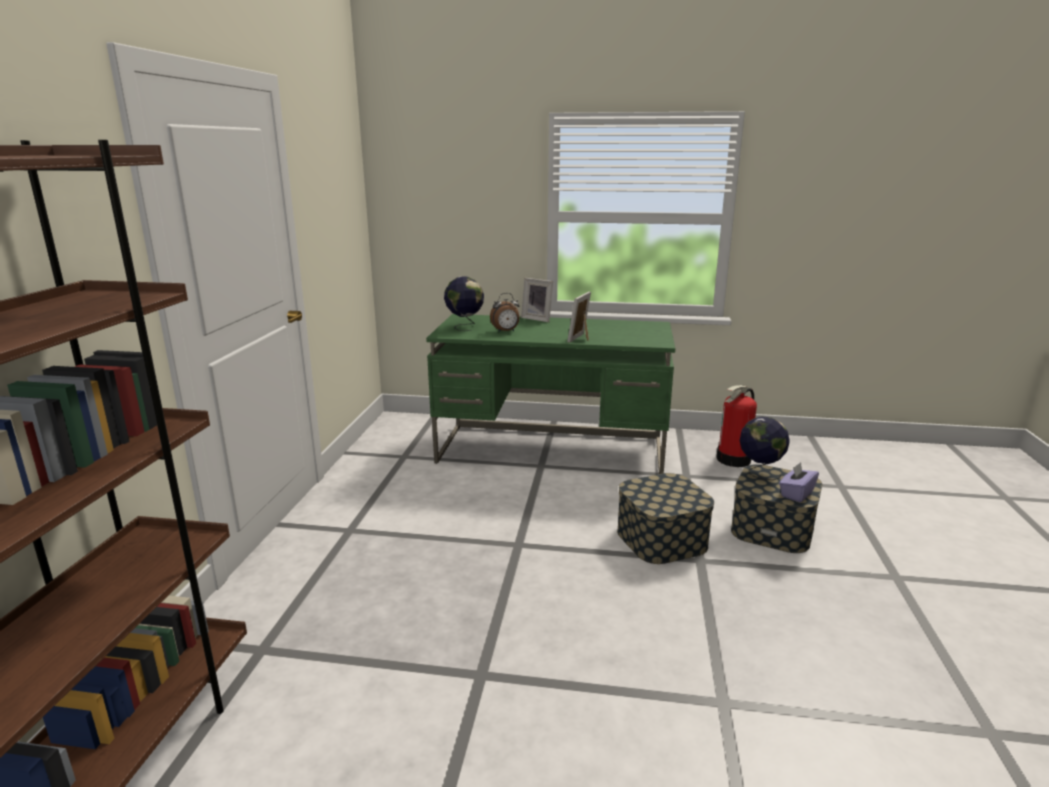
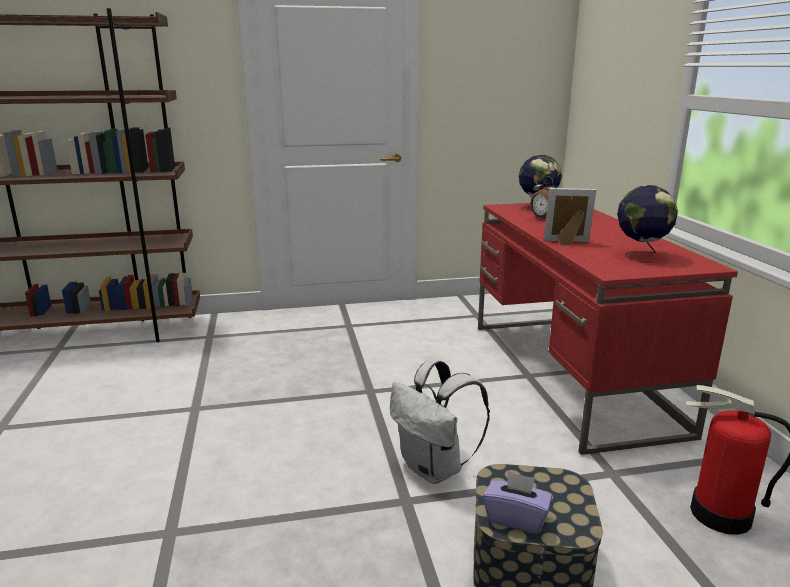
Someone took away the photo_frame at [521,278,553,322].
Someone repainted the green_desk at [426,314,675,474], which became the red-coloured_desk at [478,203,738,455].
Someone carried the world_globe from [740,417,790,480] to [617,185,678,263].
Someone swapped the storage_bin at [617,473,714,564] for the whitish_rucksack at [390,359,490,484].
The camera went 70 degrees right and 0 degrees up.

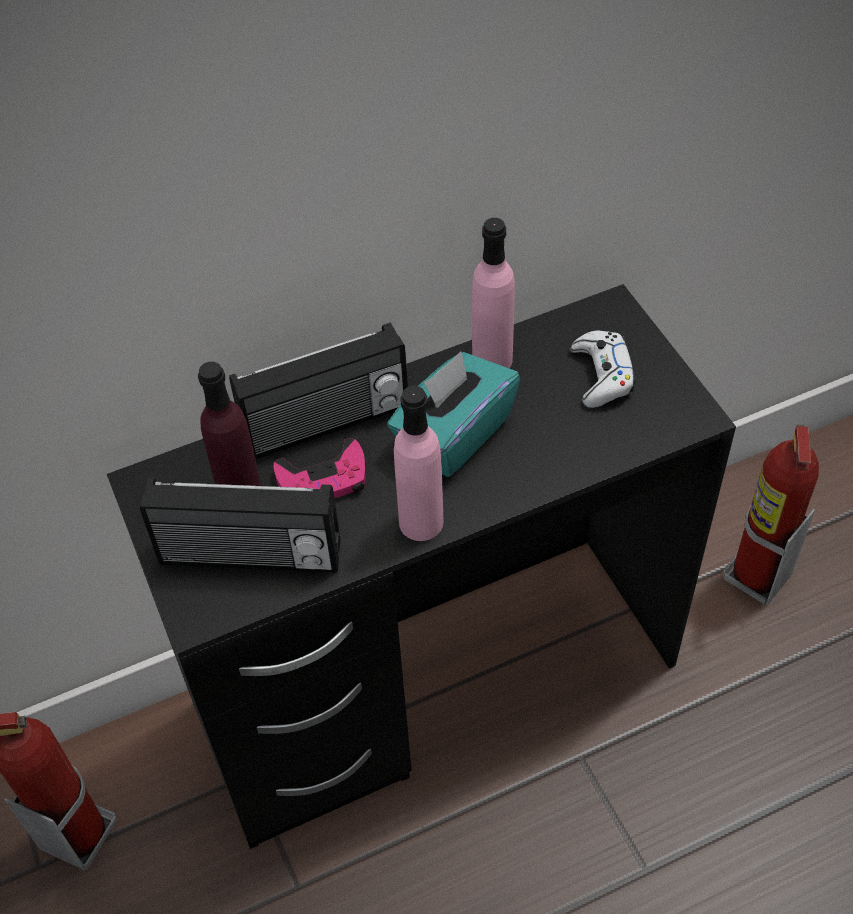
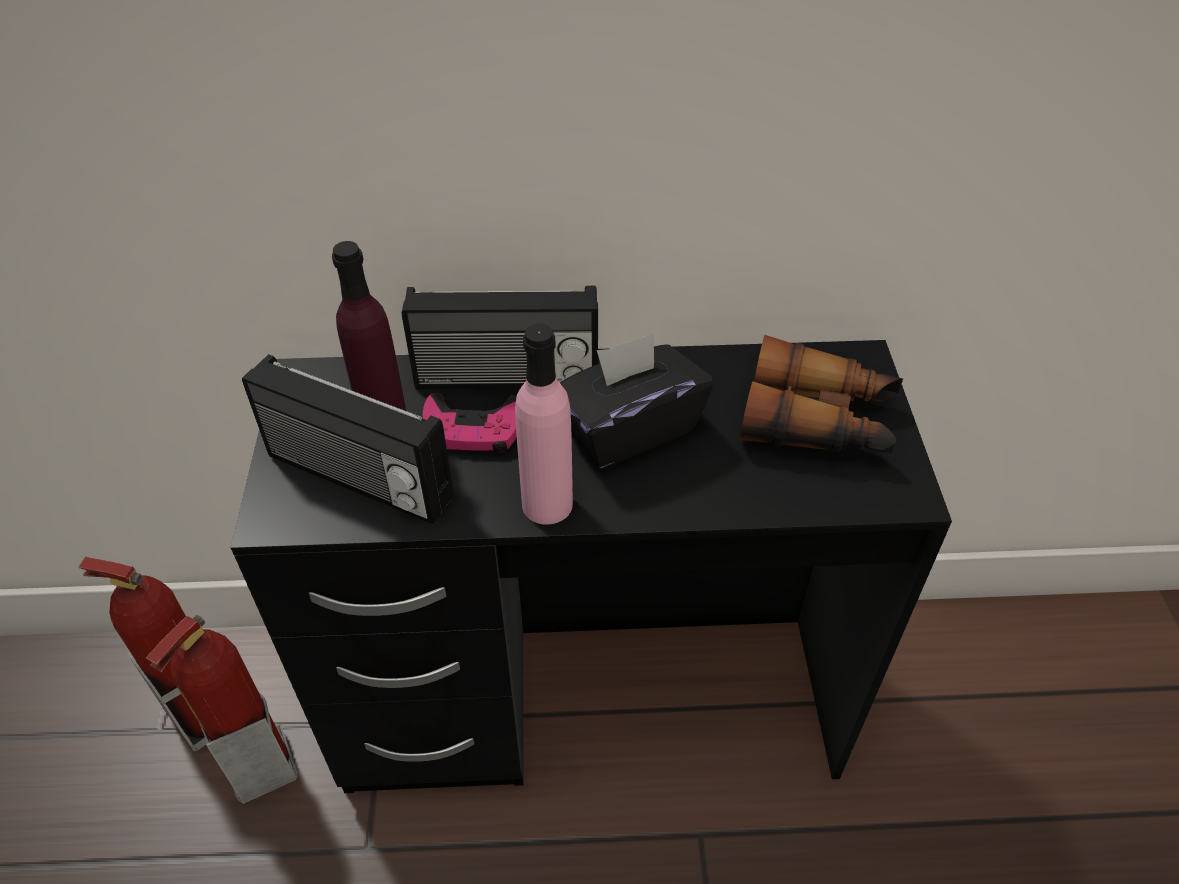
Someone took away the pinkish_beverage_bottle at [472,218,515,368].
Someone swapped the whitish_game_controller at [571,331,635,408] for the field_glasses at [740,335,903,453].
Someone repainted the blue-green_tissue_box at [387,352,520,477], which became the black_tissue_box at [560,333,713,468].
Someone carried the fire_extinguisher from [723,424,819,605] to [146,615,298,804].
The camera went 20 degrees right and 5 degrees down.

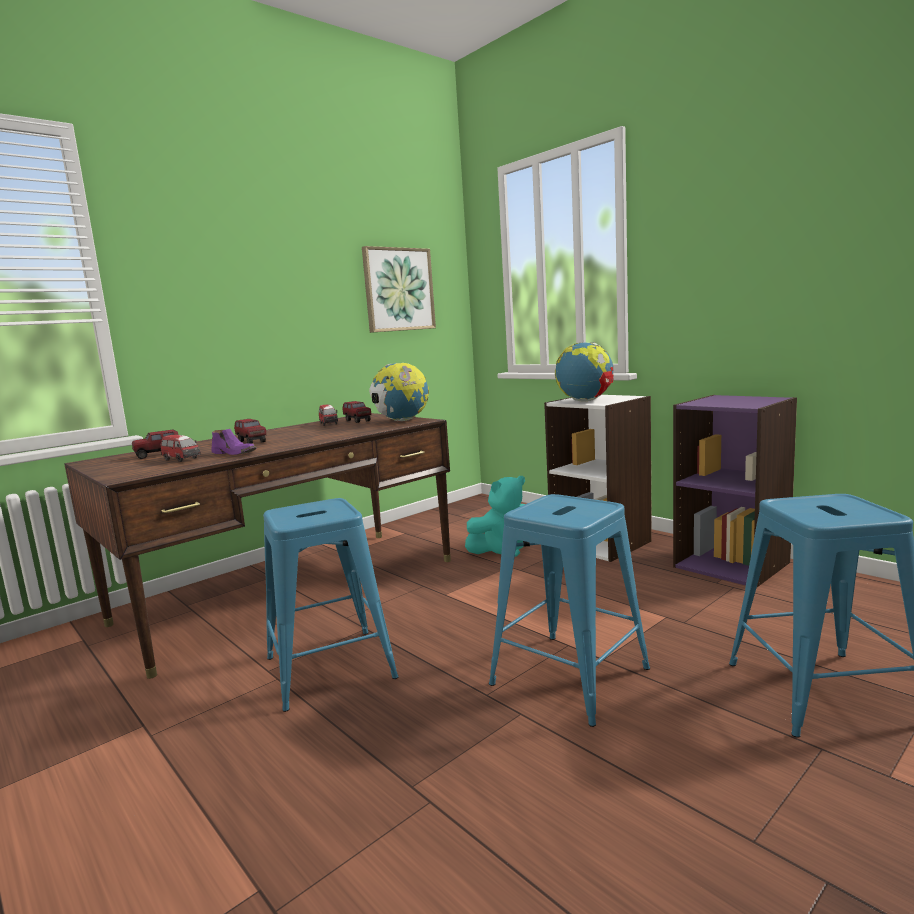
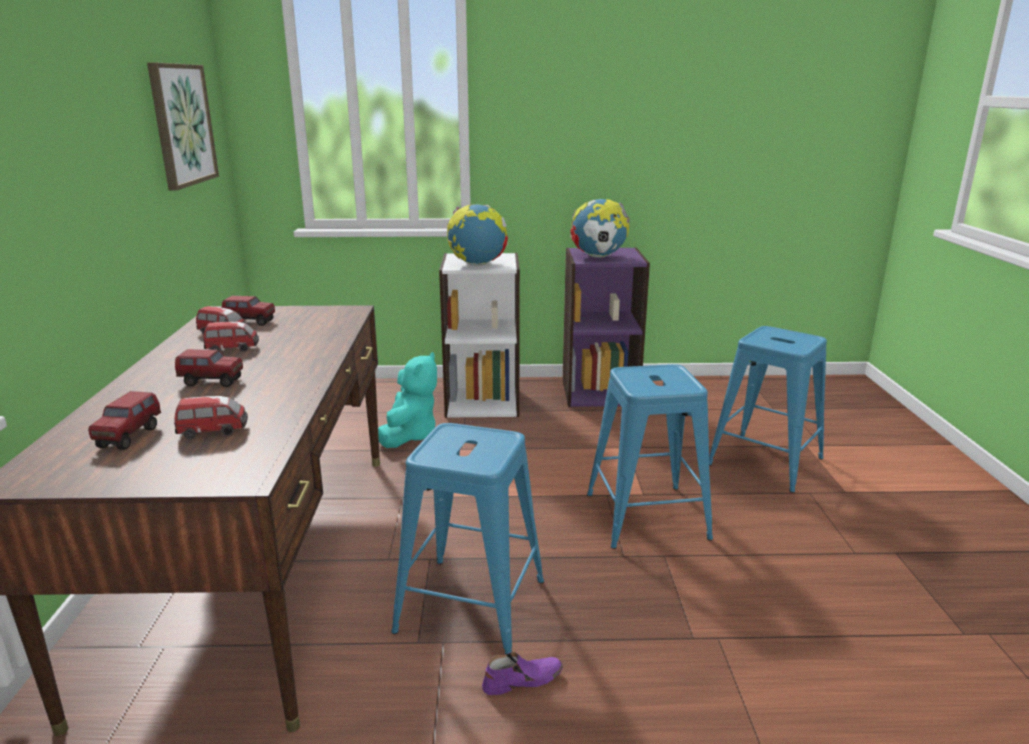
Someone carried the world_globe from [369,363,429,421] to [570,199,630,258].
Someone carried the purple-coloured_item_of_footwear from [212,429,256,455] to [482,652,563,695].
Someone put down the toy_car at [203,322,259,352].
The camera went 50 degrees left and 10 degrees up.

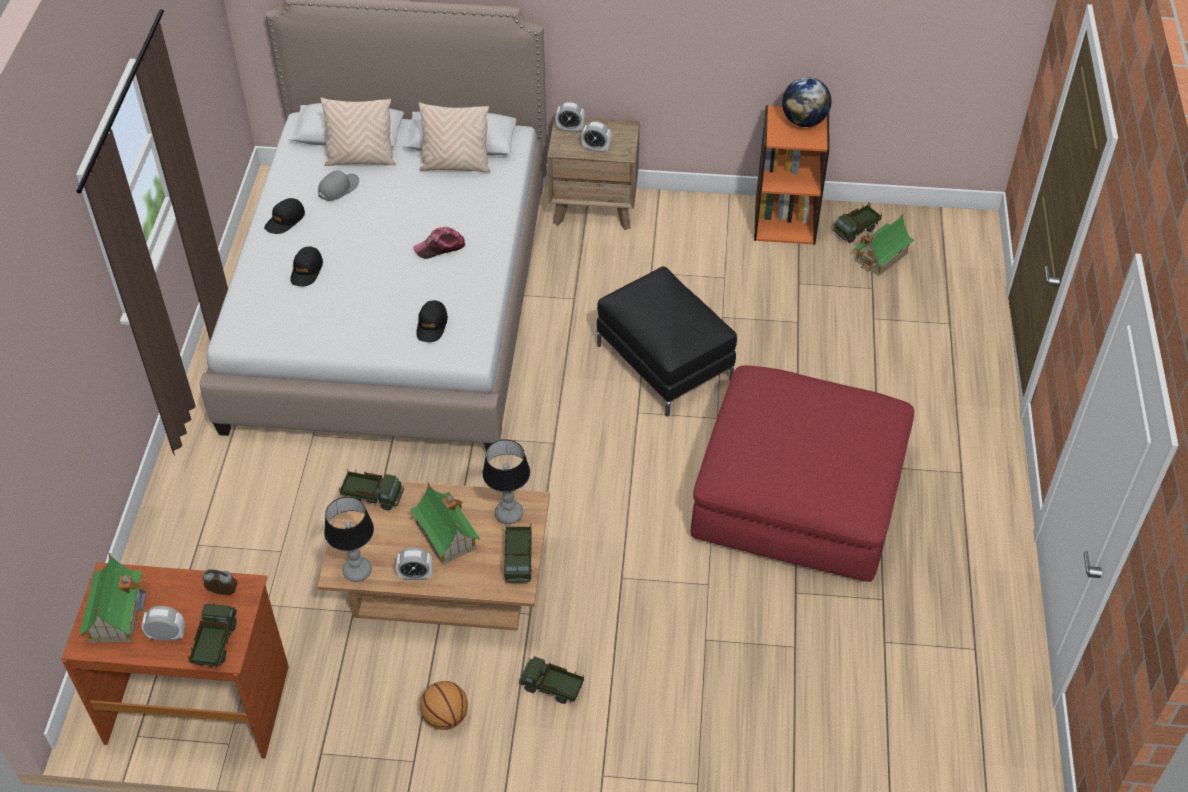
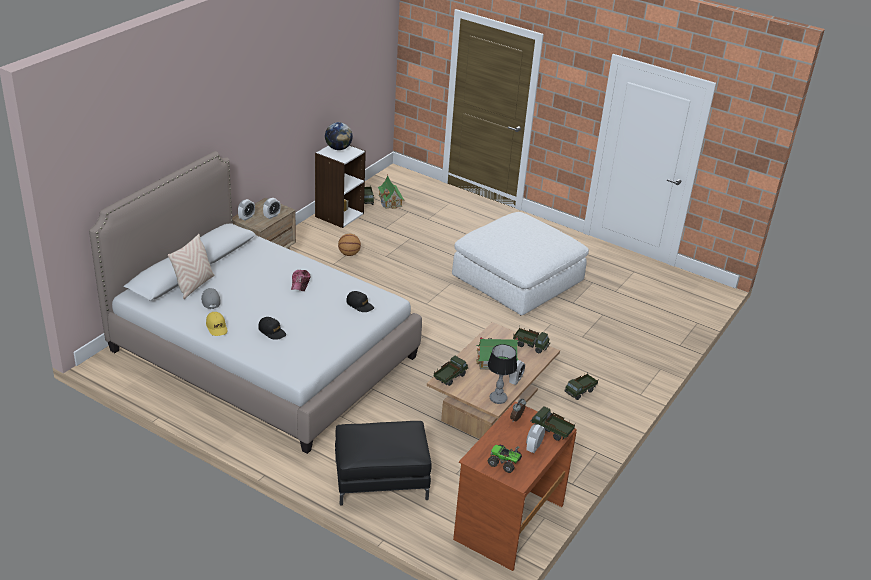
Someone took away the sand-coloured_pillow at [418,102,490,173].
Someone repainted the orange-coloured_bookcase at [754,105,830,245], which became the whitish_bookcase at [315,145,366,228].
Someone repainted the black_baseball_cap at [264,198,305,234], which became the yellow-coloured_baseball_cap at [206,312,227,336].
Someone carried the black_ottoman from [597,266,737,417] to [335,421,431,506].
Someone repainted the red-coloured_ottoman at [691,365,914,582], which became the whitish_ottoman at [452,212,589,316].
Someone took away the tabletop_lamp at [482,440,530,524].
Someone swapped the miniature_house at [79,553,146,643] for the model_truck at [488,445,522,473].
Someone carried the basketball from [420,681,468,730] to [338,234,361,256].
The camera went 65 degrees left and 15 degrees down.

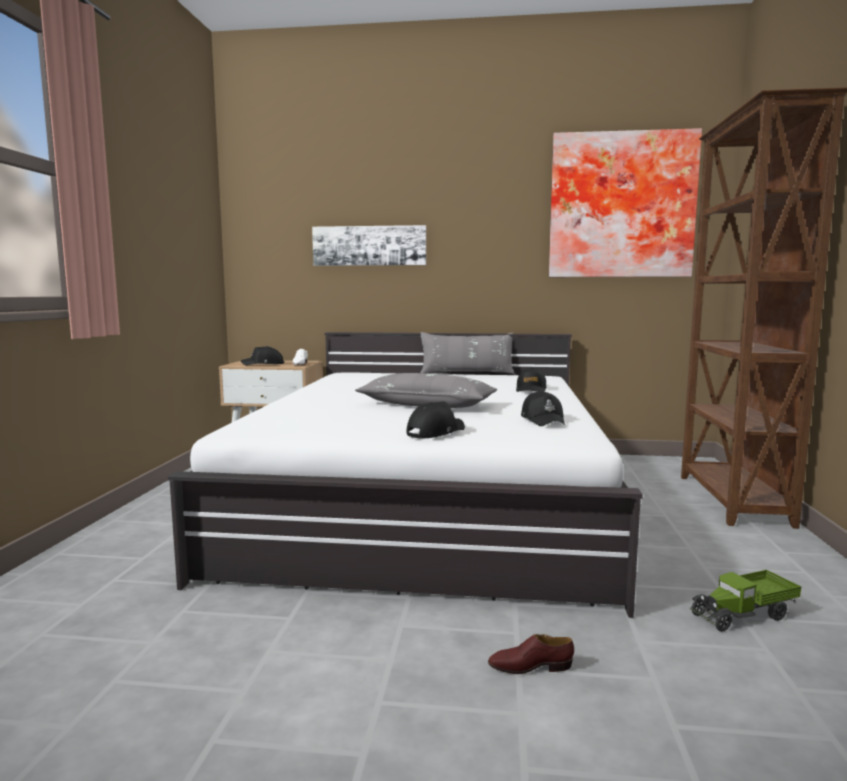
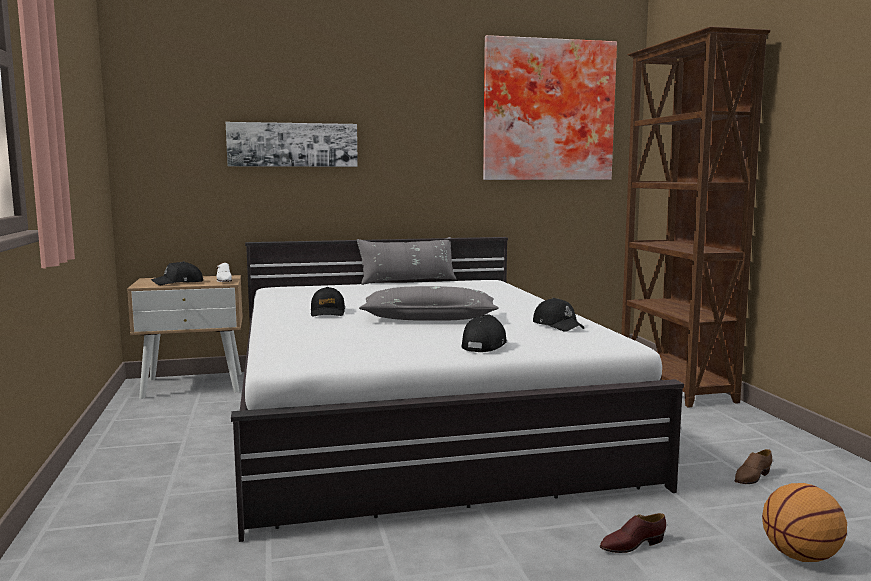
Someone carried the black_baseball_cap from [516,367,546,392] to [311,287,345,316].
Someone swapped the model_truck at [690,570,801,632] for the brownish_item_of_footwear at [735,449,772,484].
Someone put down the basketball at [762,483,847,562].
The camera went 20 degrees left and 0 degrees up.

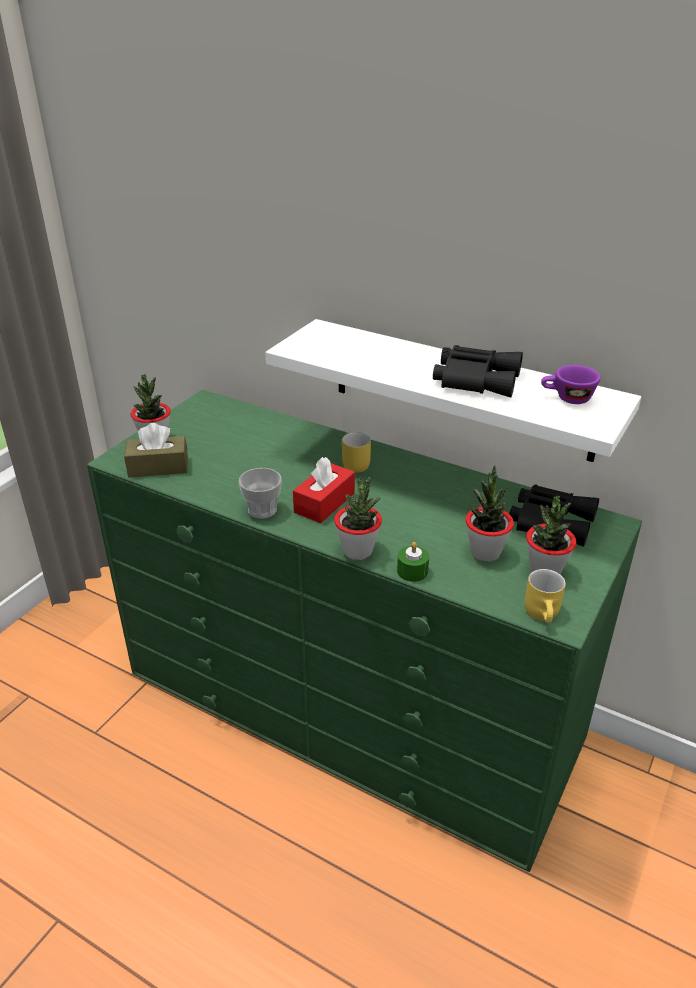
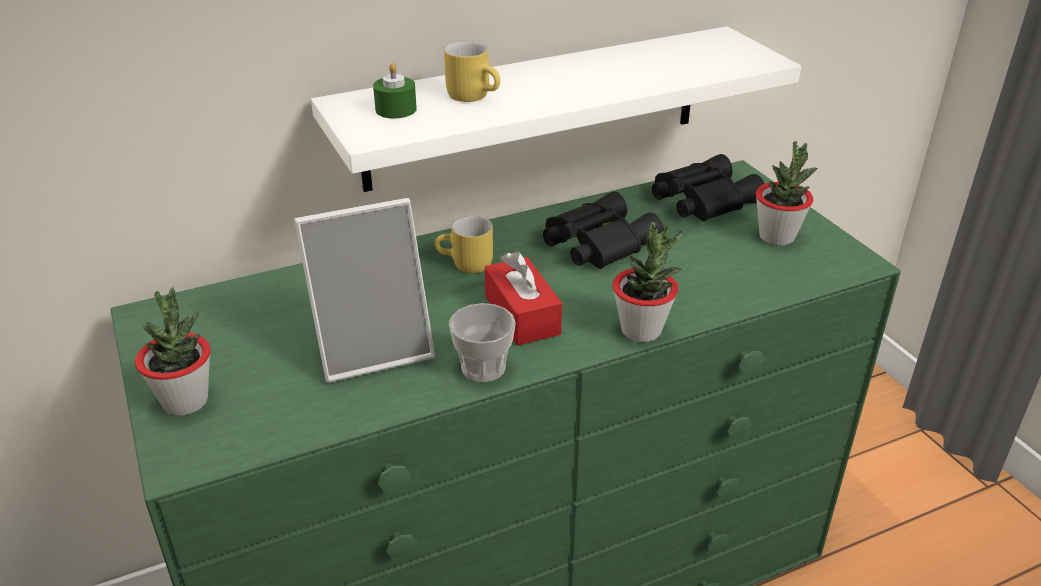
Someone carried the black_field_glasses from [433,345,523,397] to [543,191,664,269].
Someone took away the purple-coloured_cup at [541,365,600,404].
Someone took away the brownish_tissue_box at [124,423,188,477].
Someone took away the houseplant at [465,465,514,562].
Someone carried the green_wax_candle from [397,542,429,582] to [373,62,417,118].
Someone carried the yellow-coloured_coffee_mug from [525,569,566,623] to [444,41,500,102].
Someone put down the photo_frame at [294,198,435,383].
The camera went 55 degrees left and 0 degrees up.

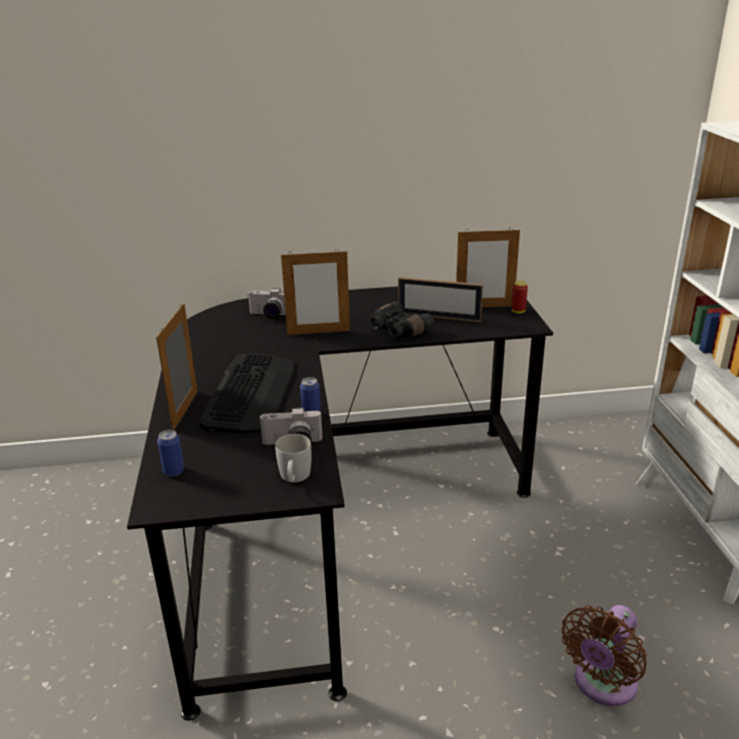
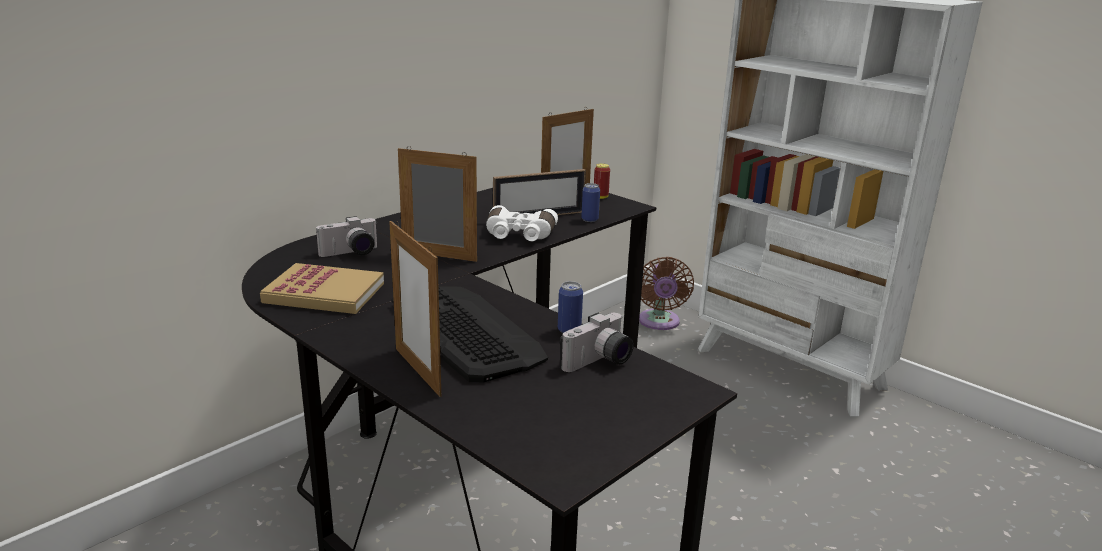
Someone rotated the photo_frame at [281,249,350,335] by 120 degrees counterclockwise.
Someone repainted the black_field_glasses at [370,301,435,338], which became the whitish_field_glasses at [486,205,558,241].
Someone carried the sealed_can from [157,430,184,476] to [581,183,600,222].
Someone took away the whitish_coffee_mug at [275,434,311,483].
Someone carried the brownish_fan from [561,605,647,706] to [639,257,694,330].
Someone put down the bound_book at [260,263,384,314].
The camera went 40 degrees left and 5 degrees down.

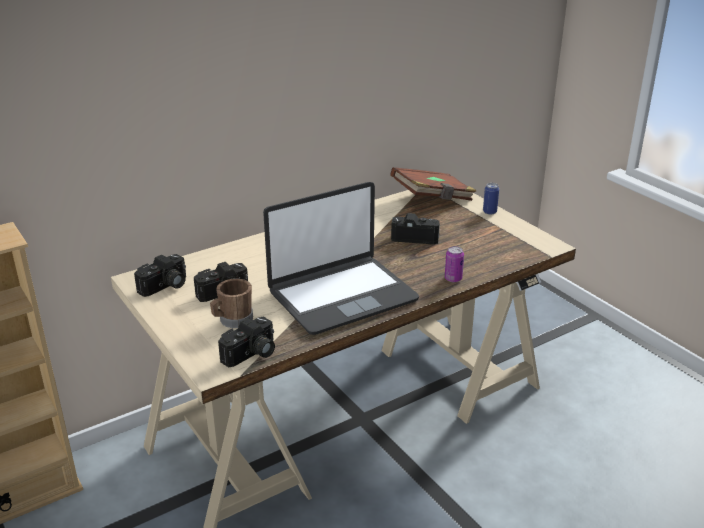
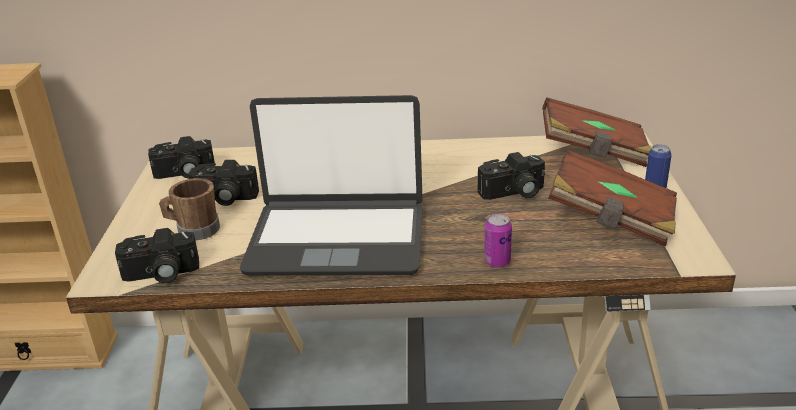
Someone rotated the still_camera at [391,213,440,244] by 120 degrees clockwise.
Someone put down the brownish_bound_book at [549,149,677,246].
The camera went 35 degrees right and 0 degrees up.

